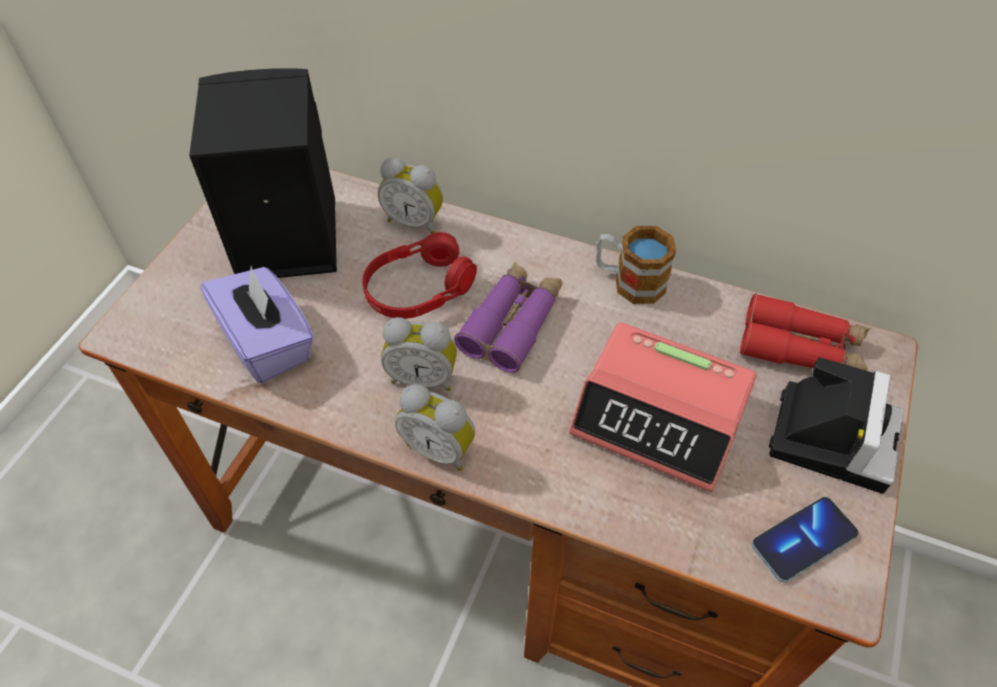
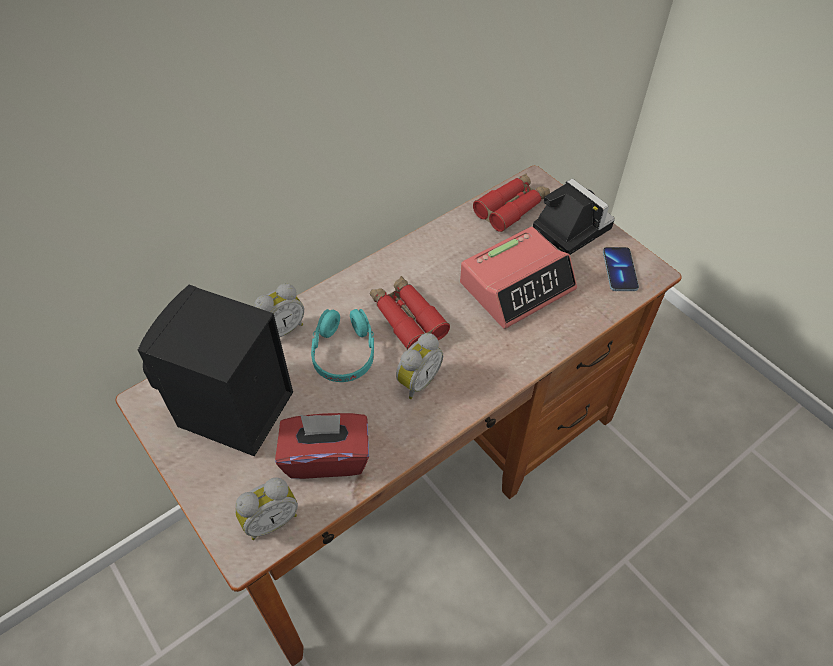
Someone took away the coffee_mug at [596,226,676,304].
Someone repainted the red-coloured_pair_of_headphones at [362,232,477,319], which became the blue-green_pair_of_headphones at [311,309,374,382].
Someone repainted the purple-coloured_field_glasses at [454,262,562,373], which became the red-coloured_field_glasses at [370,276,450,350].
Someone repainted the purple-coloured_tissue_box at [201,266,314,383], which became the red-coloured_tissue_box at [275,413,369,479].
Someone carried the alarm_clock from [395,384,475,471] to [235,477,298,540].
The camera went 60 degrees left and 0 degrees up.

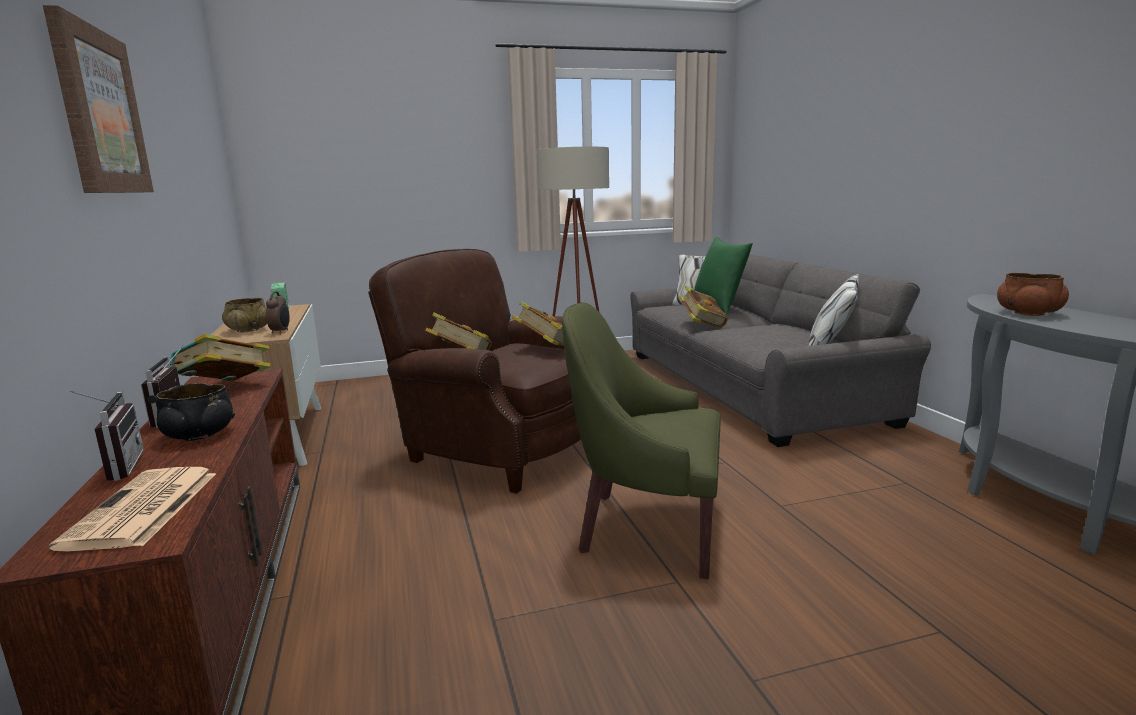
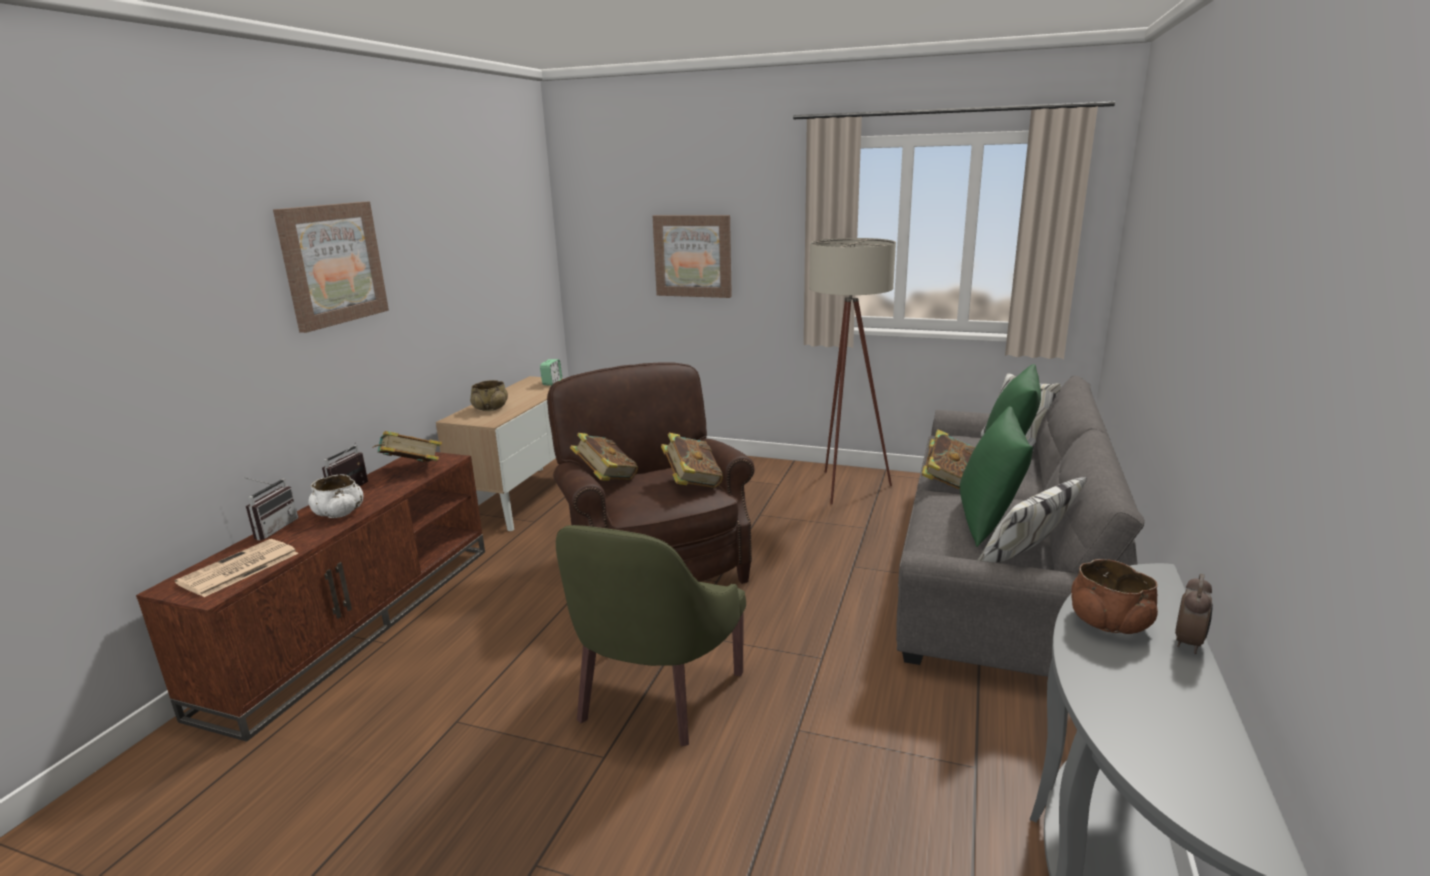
Someone carried the alarm_clock from [266,291,290,334] to [1175,574,1213,654].
Someone rotated the green_easy_chair at [562,303,720,579] by 120 degrees counterclockwise.
Someone repainted the black_deep_dish at [156,383,235,441], which became the whitish_deep_dish at [309,475,363,518].
Someone put up the picture at [653,215,732,298].
Someone put down the green_pillow at [960,406,1033,547].
The camera went 35 degrees right and 5 degrees up.

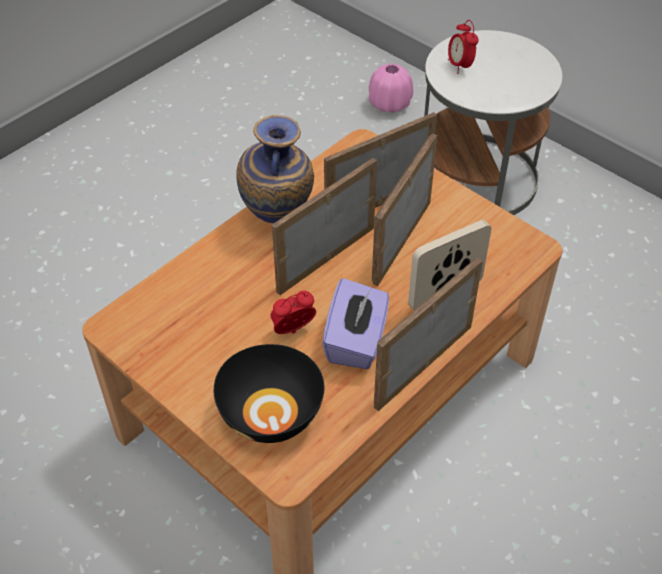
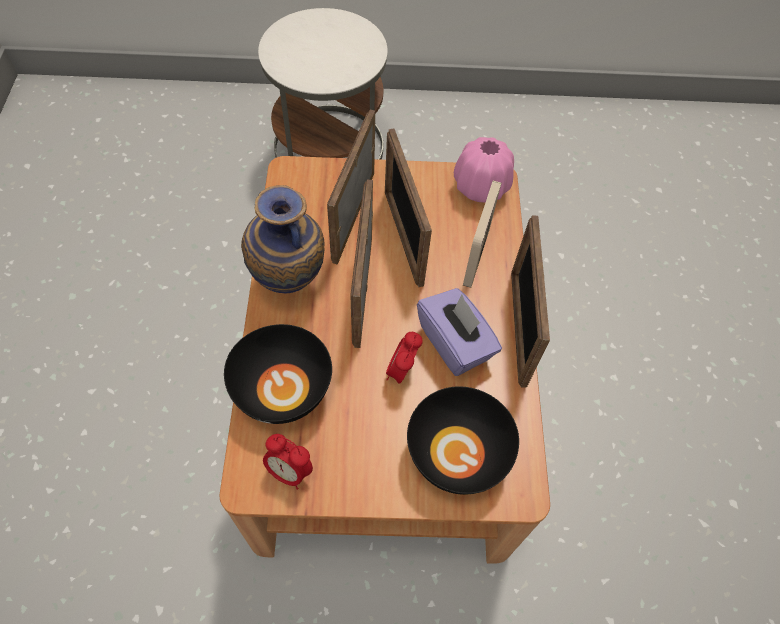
Someone carried the alarm_clock from [448,20,479,74] to [263,434,313,490].
Someone carried the pinkish_decorative_vase from [369,64,413,113] to [454,137,514,202].
Someone put down the black_deep_dish at [224,324,332,424].
The camera went 45 degrees left and 10 degrees up.

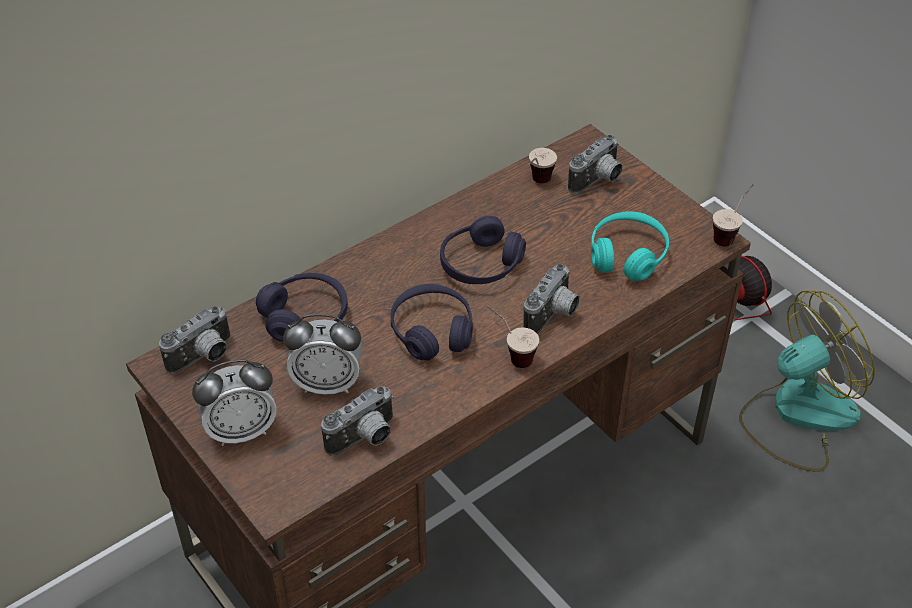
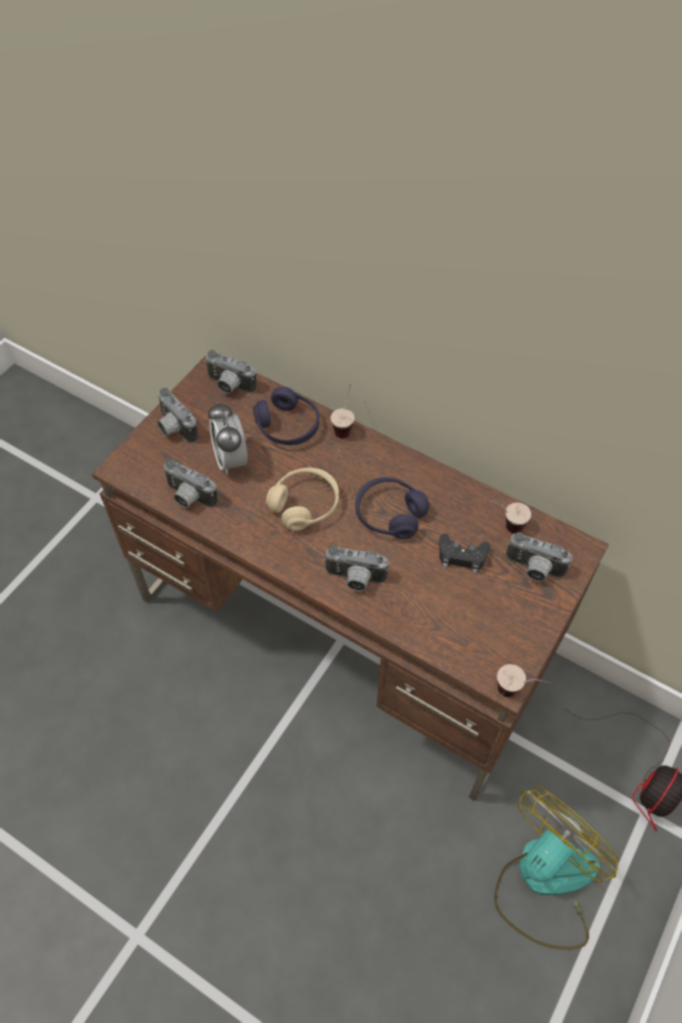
Someone took away the blue-green_pair_of_headphones at [591,211,669,281].
Someone repainted the purple-coloured_pair_of_headphones at [391,284,473,361], which became the sand-coloured_pair_of_headphones at [266,468,339,531].
Someone rotated the fan at [739,291,875,472] by 90 degrees counterclockwise.
Someone carried the cup from [488,306,539,368] to [331,384,355,438].
Someone swapped the alarm_clock at [192,360,276,446] for the still_camera at [157,388,198,443].
Someone put down the black_game_controller at [439,534,490,573].
The camera went 70 degrees right and 10 degrees up.

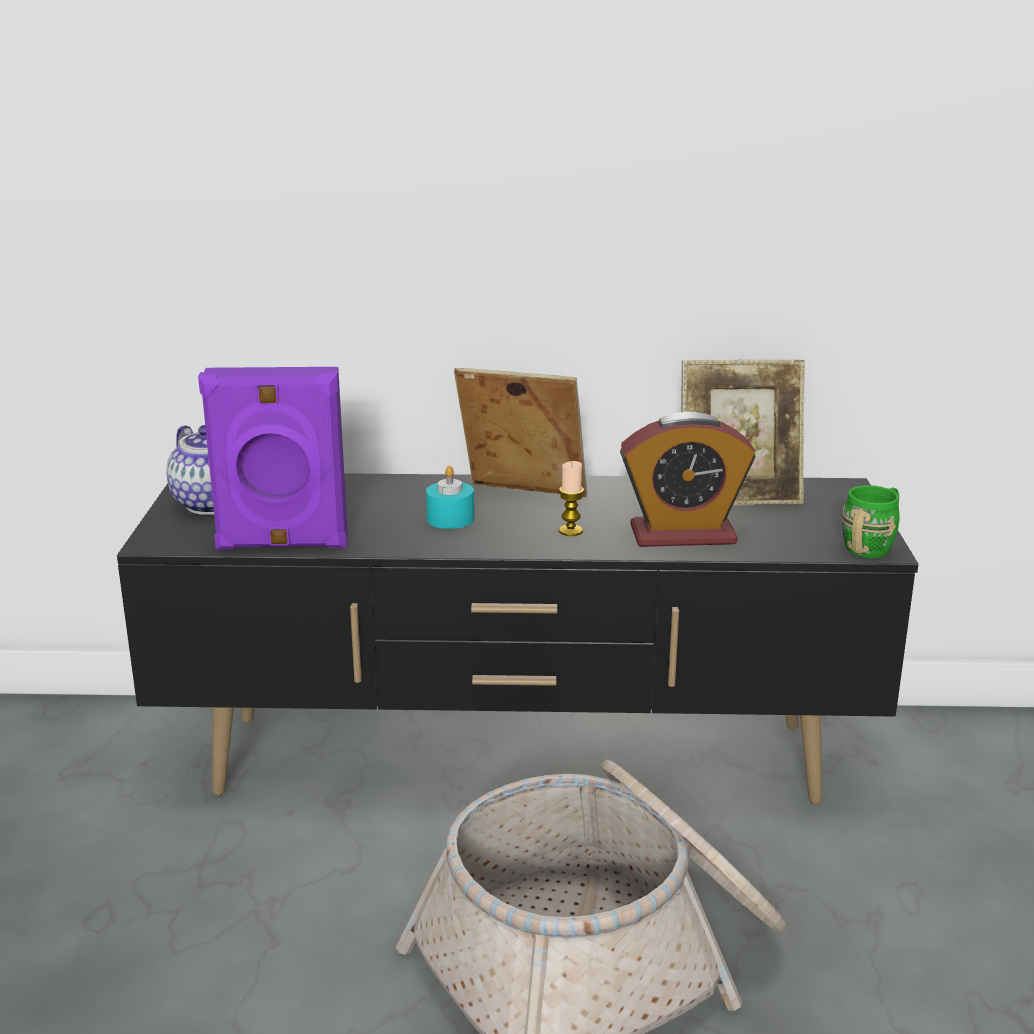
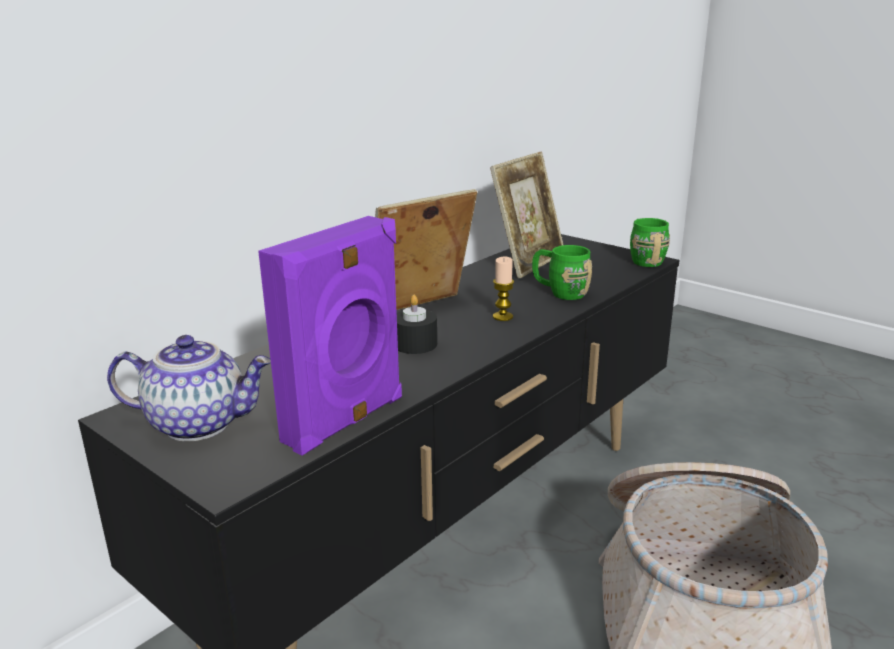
Someone swapped the alarm_clock at [620,412,756,547] for the green_coffee_mug at [532,245,592,300].
Someone repainted the blue-green_wax_candle at [426,466,474,529], which became the black_wax_candle at [397,295,437,354].
The camera went 50 degrees left and 0 degrees up.

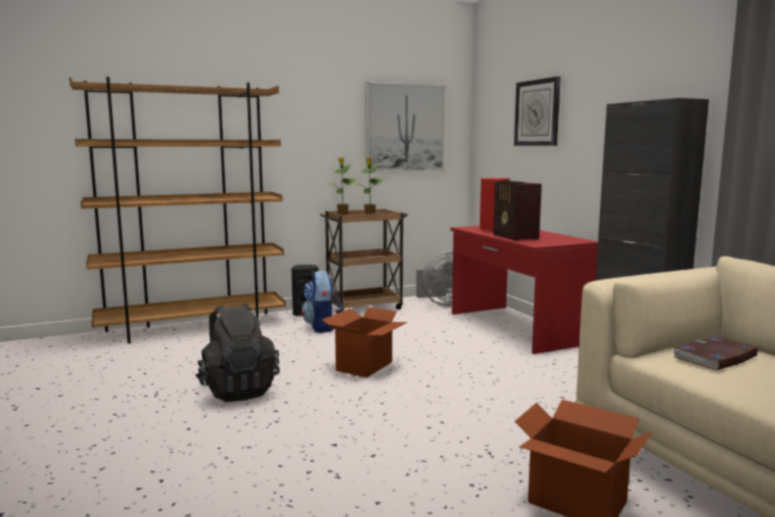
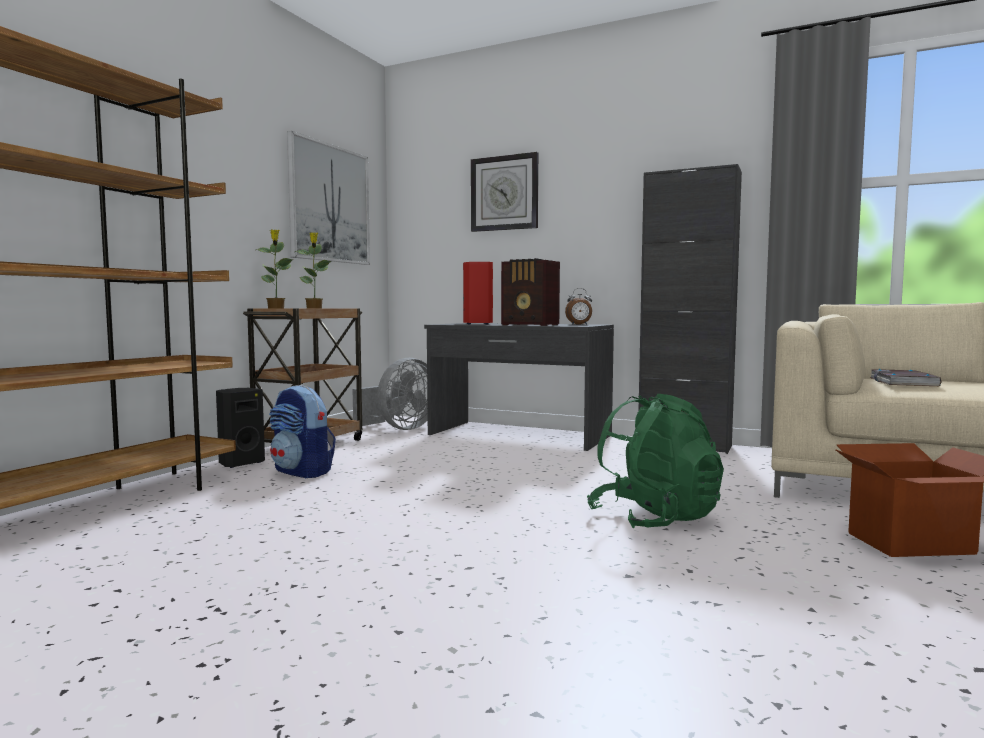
Someone repainted the red-coloured_desk at [450,226,598,354], which became the gray_desk at [424,323,614,451].
Someone took away the black_rucksack at [195,304,280,402].
Someone took away the cardboard_box at [322,307,407,378].
Someone put down the alarm_clock at [565,288,592,325].
Someone put down the green_rucksack at [587,394,724,528].
The camera went 40 degrees left and 5 degrees down.

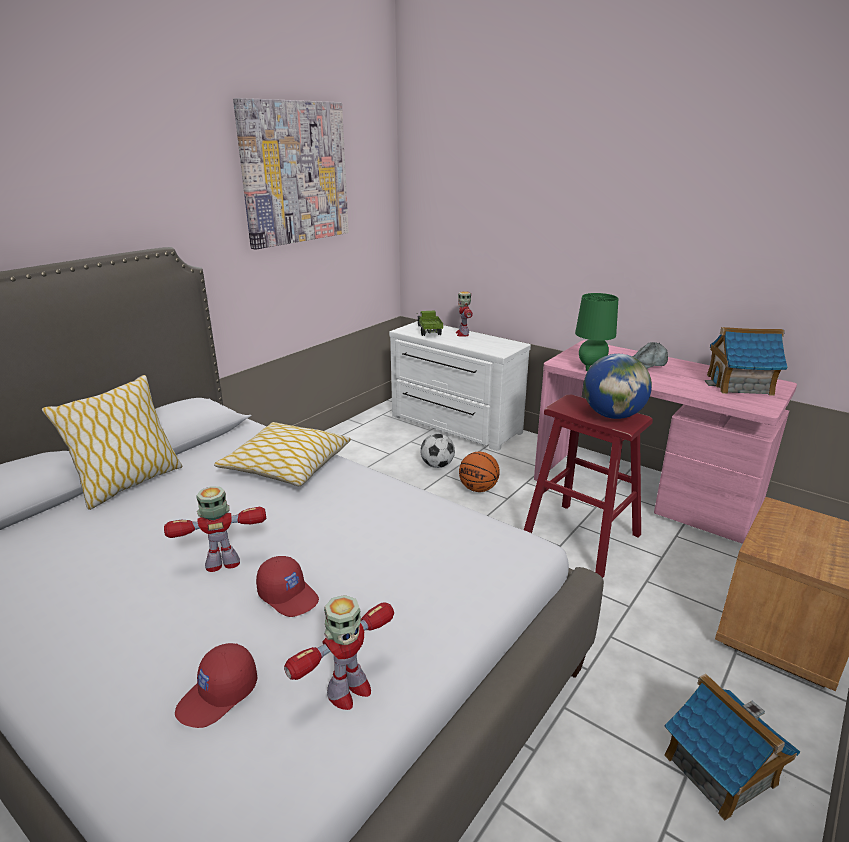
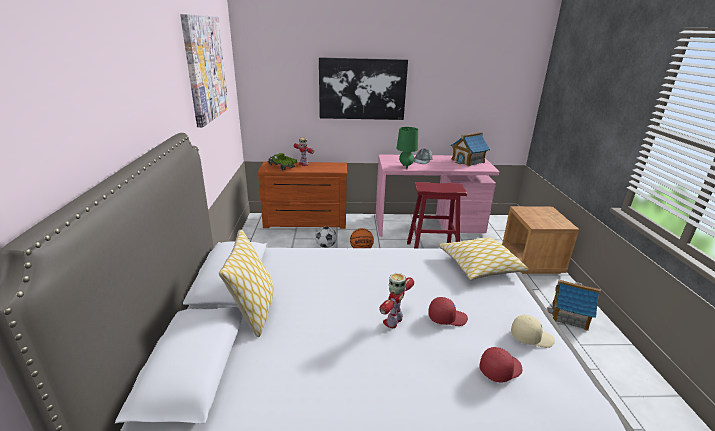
Someone repainted the whitish_drawer_chest at [389,321,531,451], which became the brownish_drawer_chest at [257,161,347,229].
Someone took away the world_globe at [584,354,652,419].
Someone carried the pillow from [214,422,351,486] to [439,237,528,280].
Someone swapped the toy_robot at [284,595,394,710] for the sand-coloured_baseball_cap at [511,315,555,348].
Someone rotated the red-coloured_baseball_cap at [175,643,257,728] by 120 degrees counterclockwise.
Someone put up the picture at [319,57,408,120].
The camera went 40 degrees left and 0 degrees up.

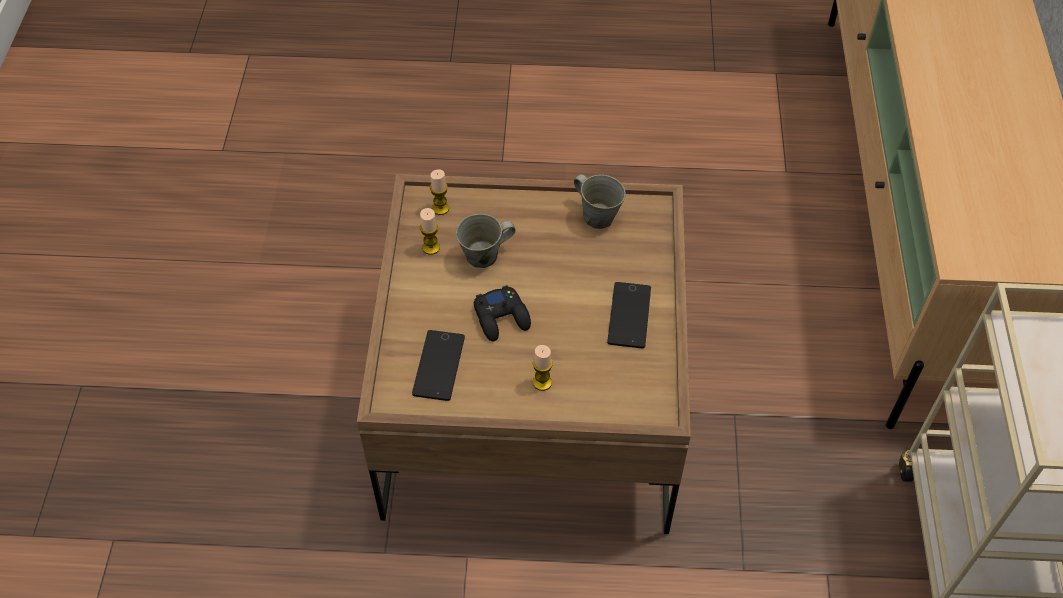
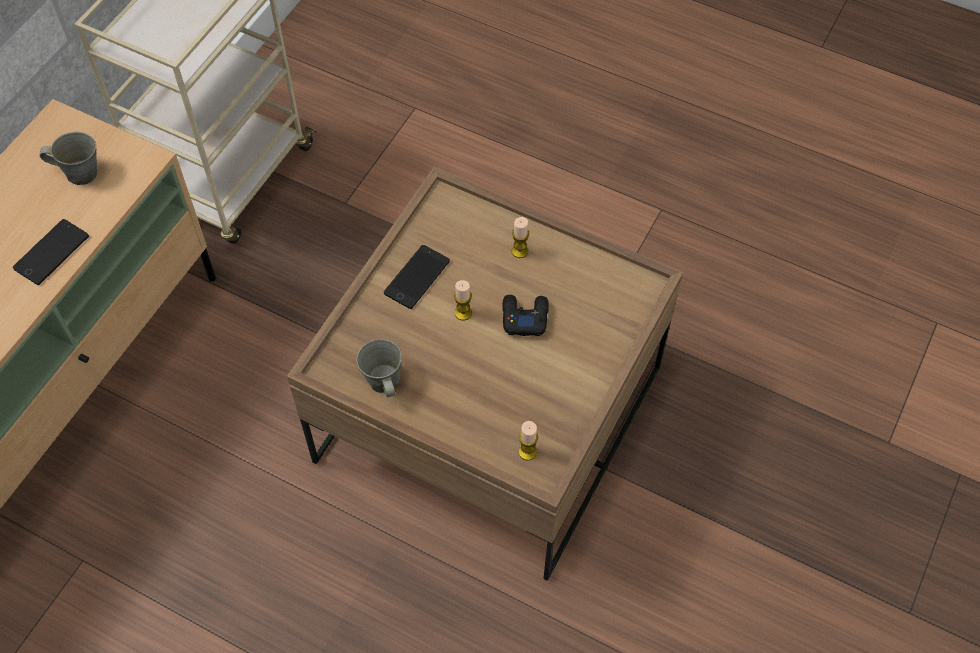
Someone carried the wax_candle from [420,208,440,255] to [454,280,472,320].
Someone carried the gray_coffee_mug from [456,214,516,268] to [40,132,97,185].
Someone carried the handset from [412,330,465,401] to [13,219,89,285].
The camera went 155 degrees left and 5 degrees up.

